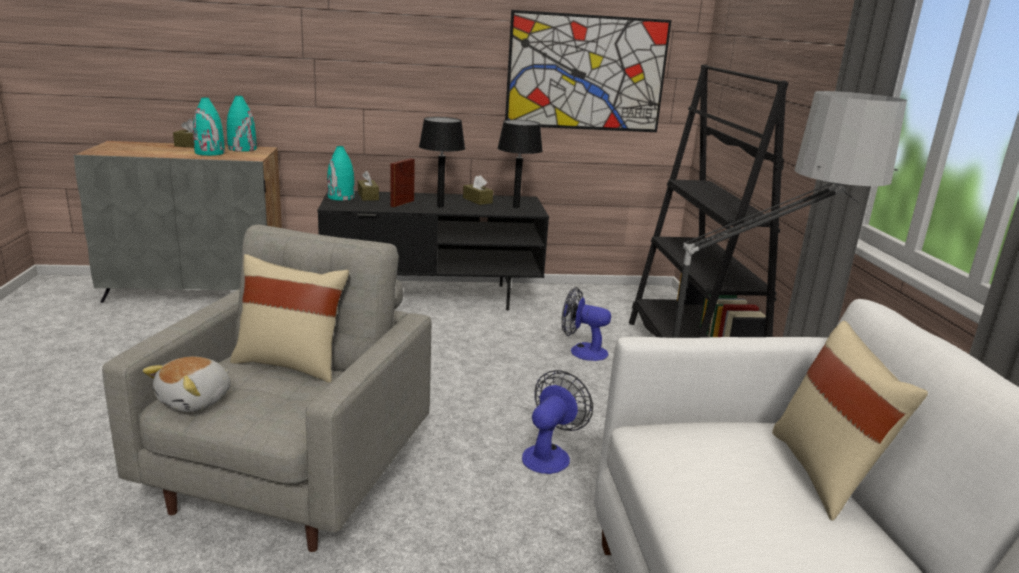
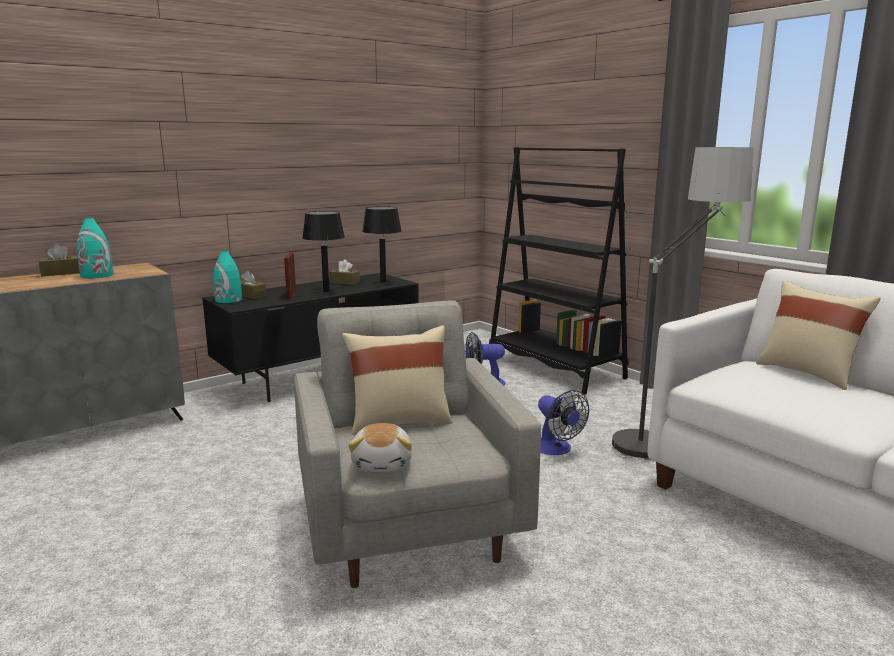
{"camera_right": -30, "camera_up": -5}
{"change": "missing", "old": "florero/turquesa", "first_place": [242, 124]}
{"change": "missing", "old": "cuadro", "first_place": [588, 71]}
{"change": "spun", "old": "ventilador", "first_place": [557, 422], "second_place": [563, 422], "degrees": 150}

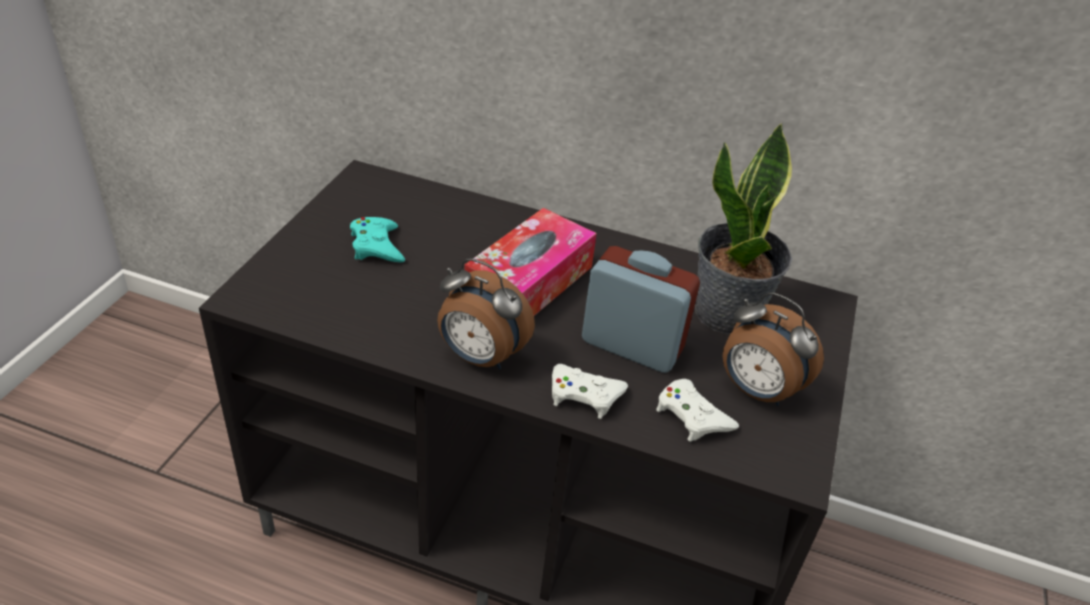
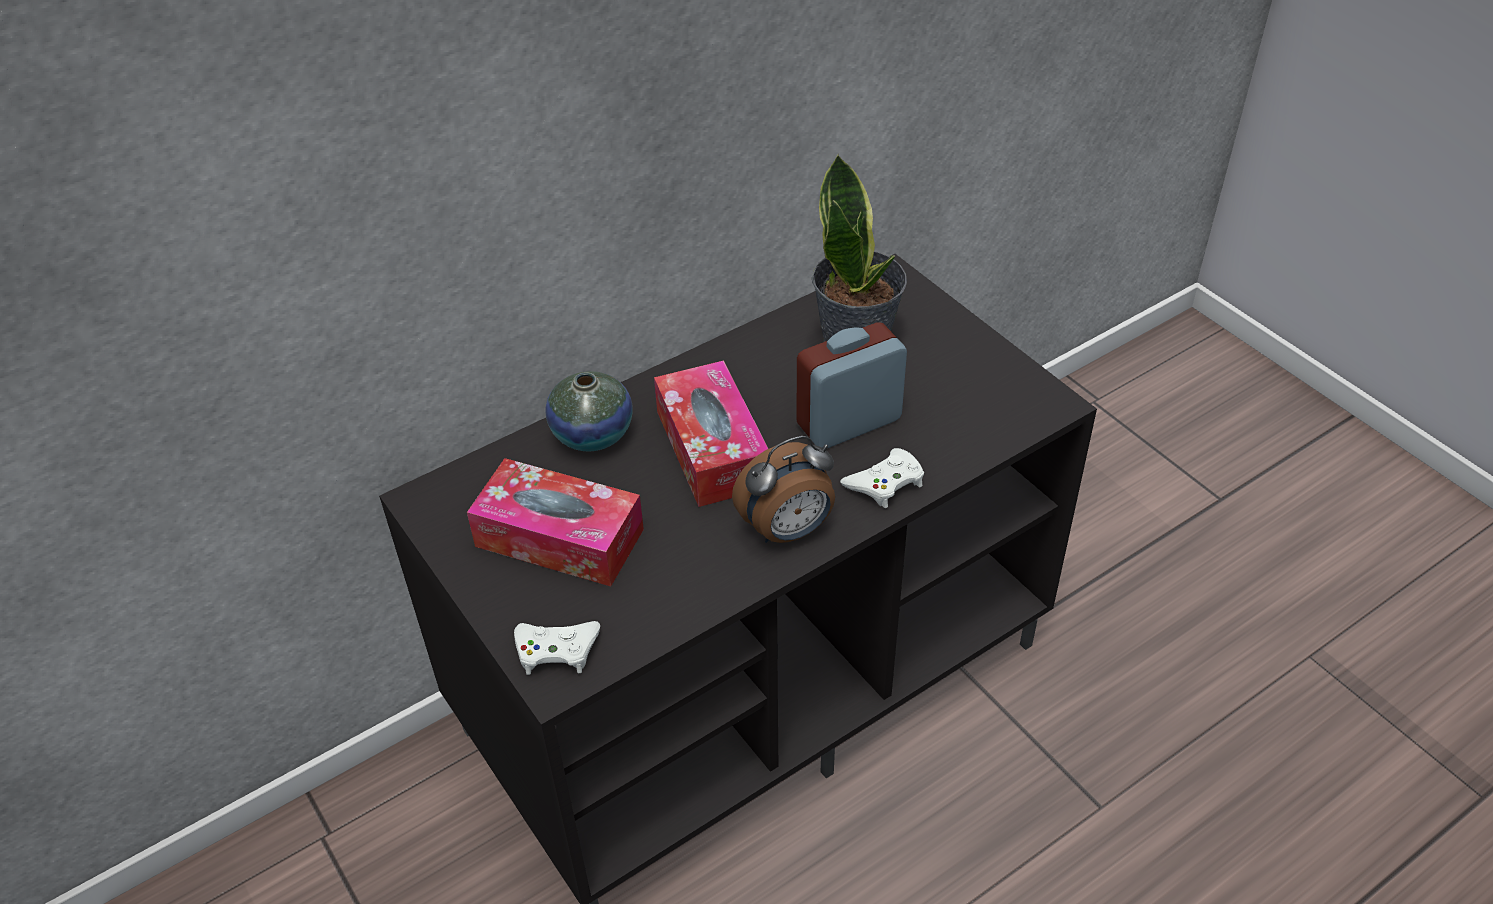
{"camera_right": -50, "camera_up": 5}
{"change": "missing", "old": "despertador", "first_place": [773, 349]}
{"change": "appeared", "new": "florero", "second_place": [589, 411]}
{"change": "relocated", "old": "mando de consola/blanco", "first_place": [697, 410], "second_place": [557, 648]}
{"change": "exchanged", "old": "mando de consola/turquesa", "new": "caja de pañuelos", "first_place": [377, 239], "second_place": [555, 522]}

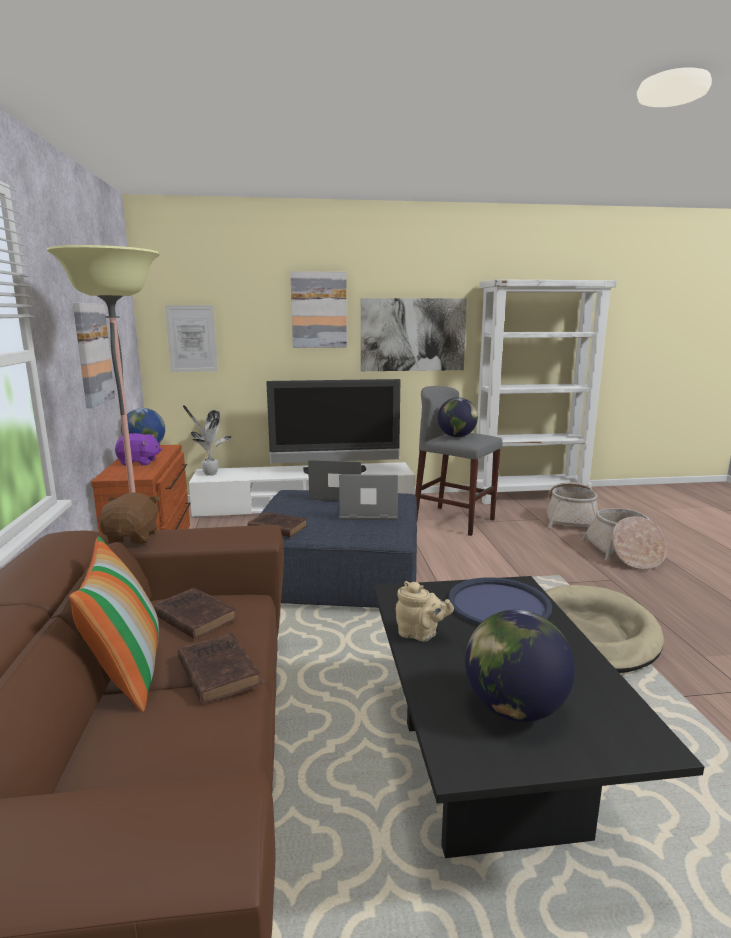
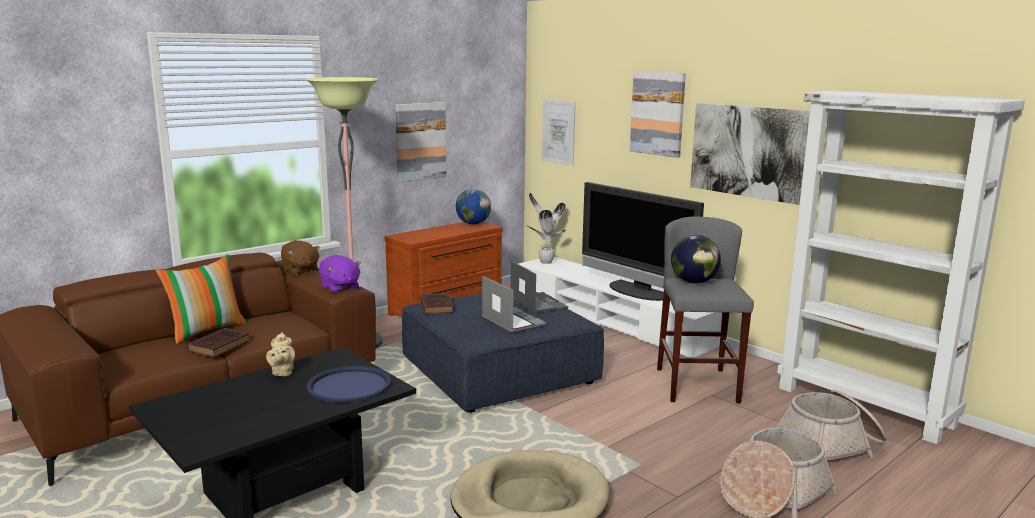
{"camera_right": 55, "camera_up": 0}
{"change": "missing", "old": "libro/marrón", "first_place": [195, 613]}
{"change": "missing", "old": "globo terráqueo", "first_place": [520, 666]}
{"change": "relocated", "old": "peluche/morado", "first_place": [138, 449], "second_place": [340, 274]}
{"change": "spun", "old": "peluche/marrón", "first_place": [130, 518], "second_place": [300, 257], "degrees": 90}

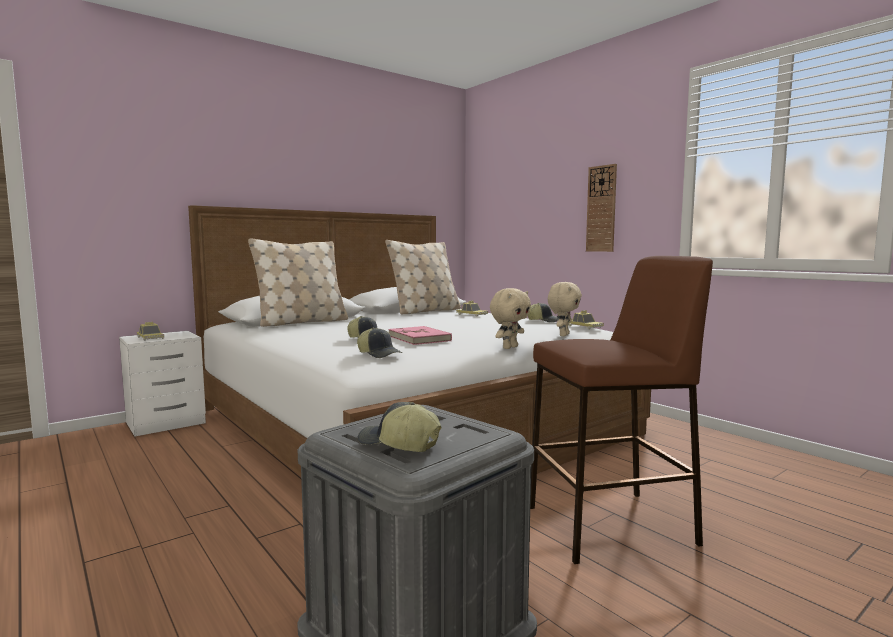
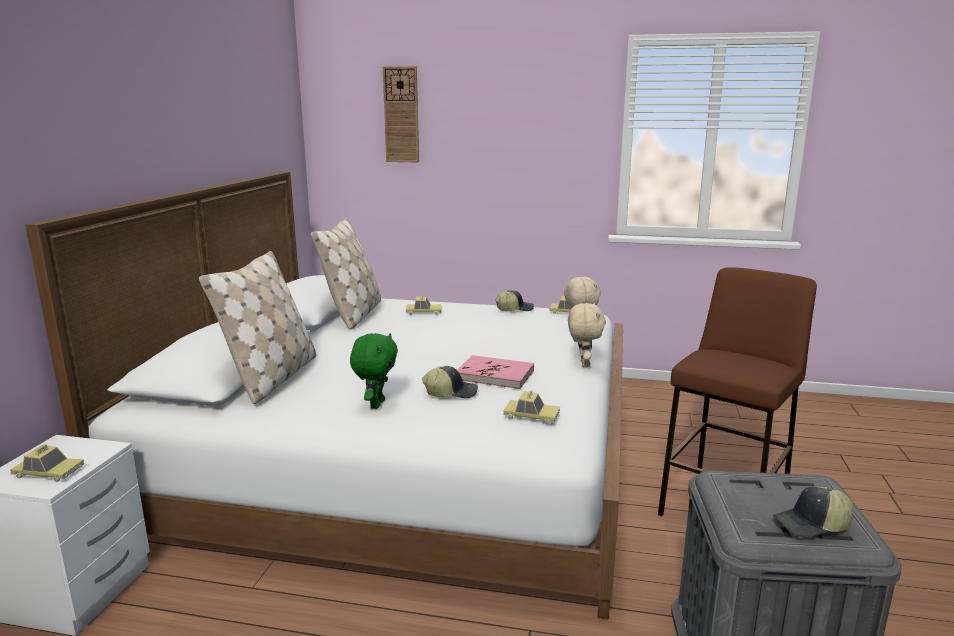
{"camera_right": -40, "camera_up": 10}
{"change": "appeared", "new": "peluche/verde", "second_place": [374, 371]}
{"change": "relocated", "old": "reloj de pared", "first_place": [601, 208], "second_place": [401, 114]}
{"change": "exchanged", "old": "gorra", "new": "coche de juguete", "first_place": [379, 343], "second_place": [531, 407]}

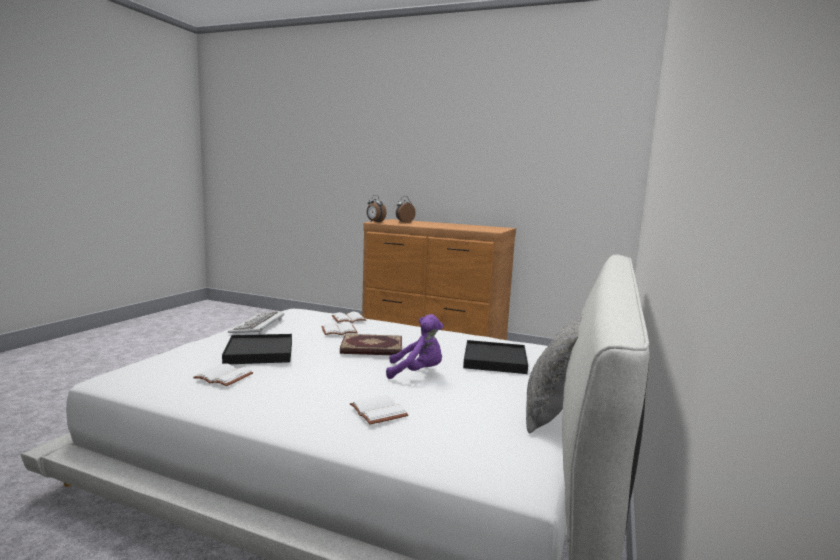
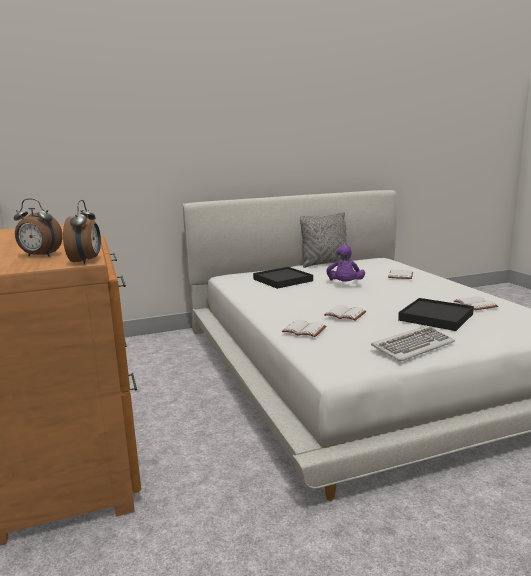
{"camera_right": -130, "camera_up": 5}
{"change": "missing", "old": "libro", "first_place": [371, 344]}
{"change": "spun", "old": "peluche/morado", "first_place": [415, 346], "second_place": [346, 263], "degrees": -135}

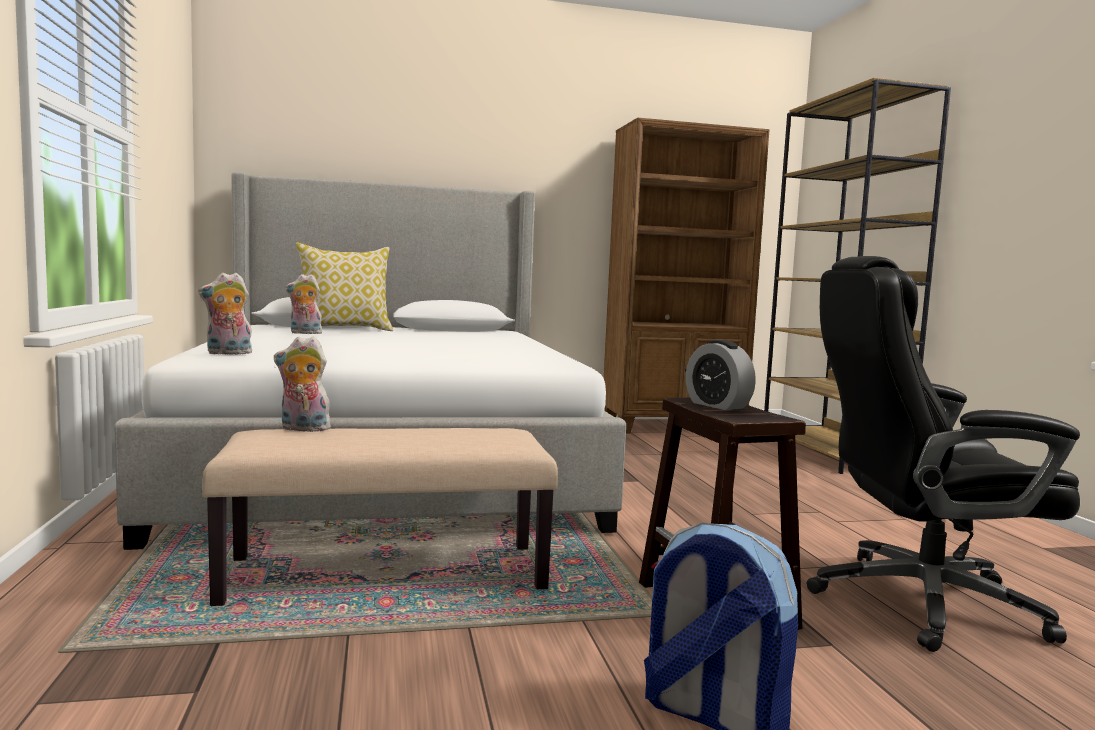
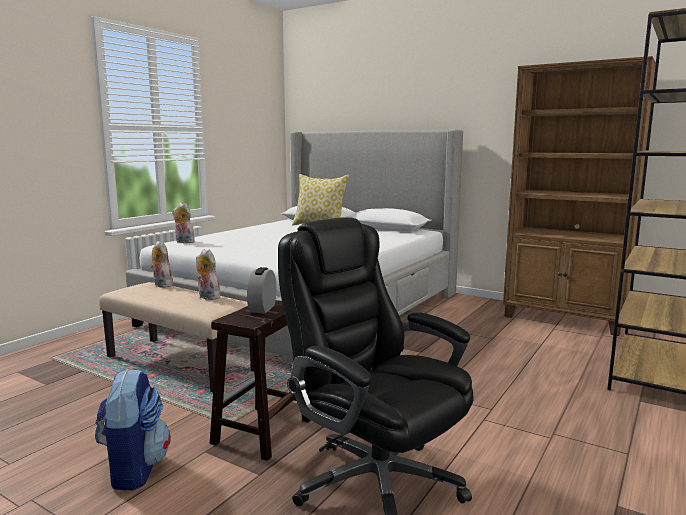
{"camera_right": 45, "camera_up": 5}
{"change": "relocated", "old": "peluche", "first_place": [303, 304], "second_place": [208, 274]}

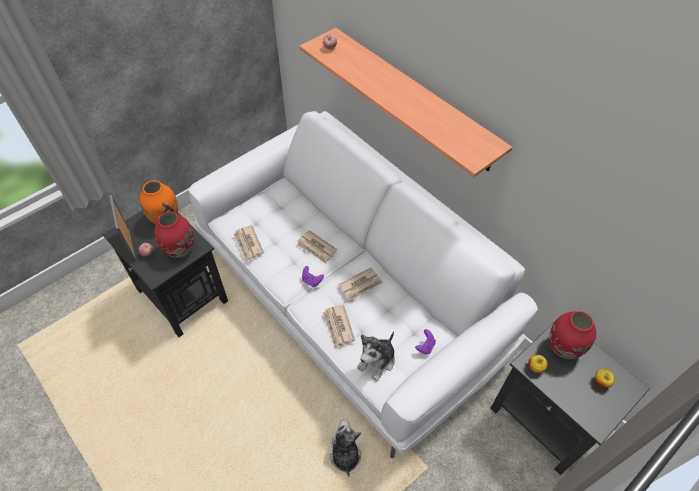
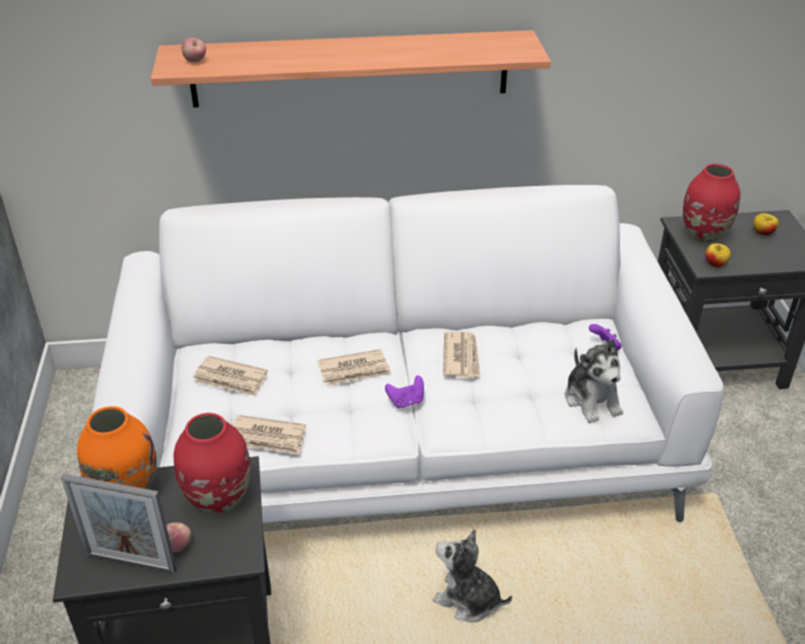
{"camera_right": -55, "camera_up": -15}
{"change": "relocated", "old": "periódico", "first_place": [338, 326], "second_place": [230, 376]}
{"change": "relocated", "old": "peluche", "first_place": [345, 448], "second_place": [472, 575]}

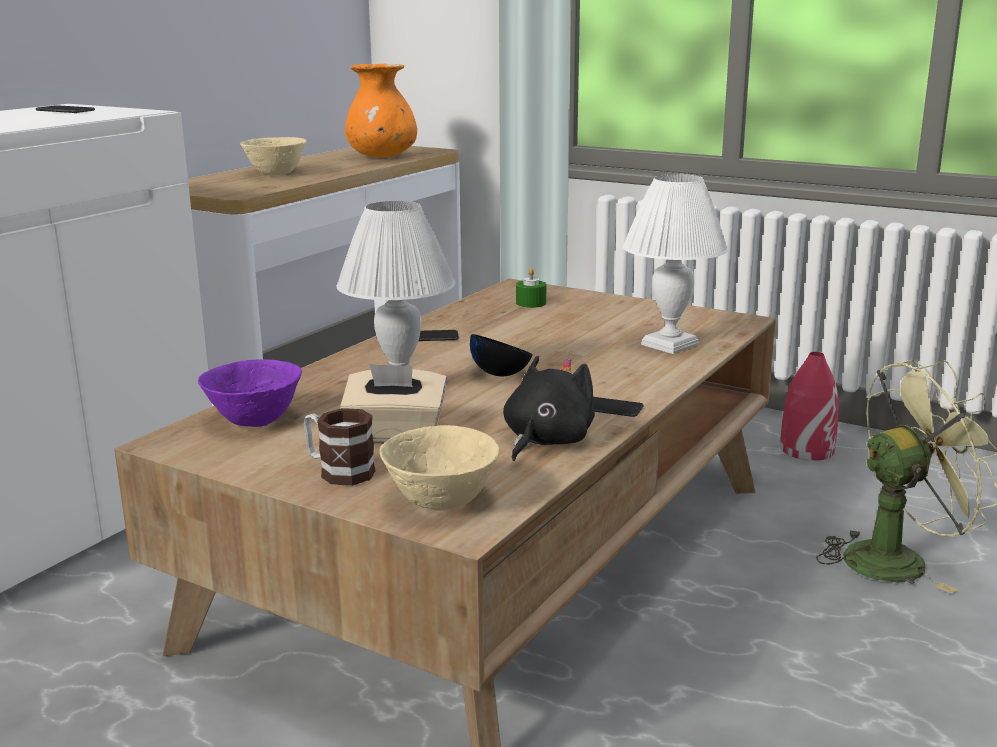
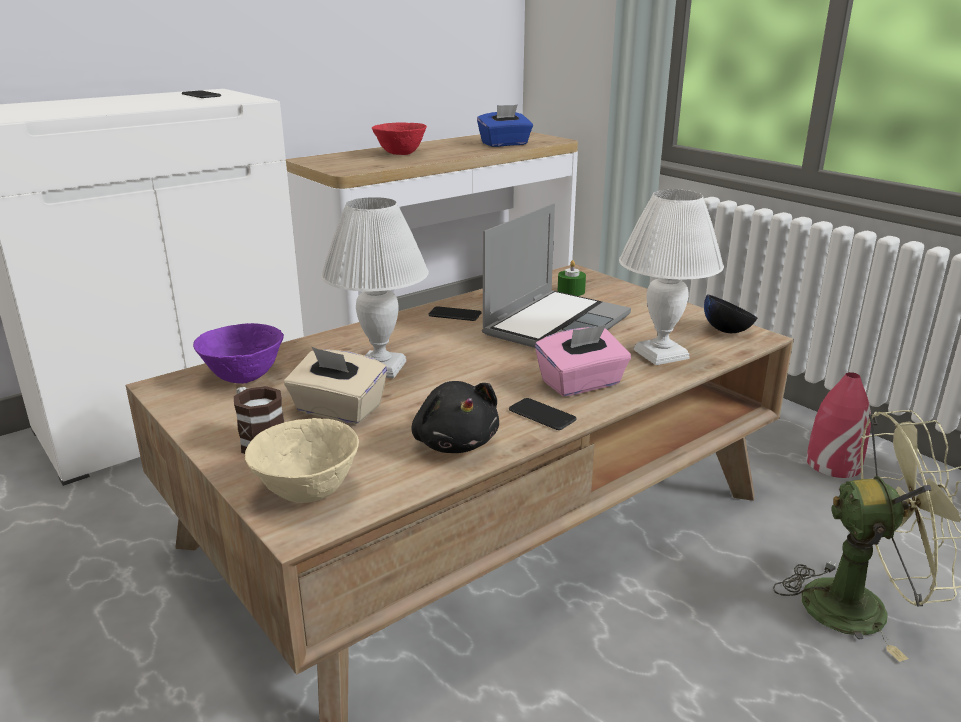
{"camera_right": 20, "camera_up": 5}
{"change": "appeared", "new": "portátil", "second_place": [556, 275]}
{"change": "appeared", "new": "caja de pañuelos/rosa", "second_place": [583, 361]}
{"change": "relocated", "old": "cuenco/negro", "first_place": [501, 355], "second_place": [730, 313]}
{"change": "exchanged", "old": "florero/naranja", "new": "caja de pañuelos/azul", "first_place": [381, 111], "second_place": [505, 125]}
{"change": "colour", "old": "cuenco/beis", "new": "cuenco/rojo", "first_place": [273, 156], "second_place": [399, 138]}
{"change": "spun", "old": "peluche/negro", "first_place": [549, 408], "second_place": [455, 417], "degrees": 105}

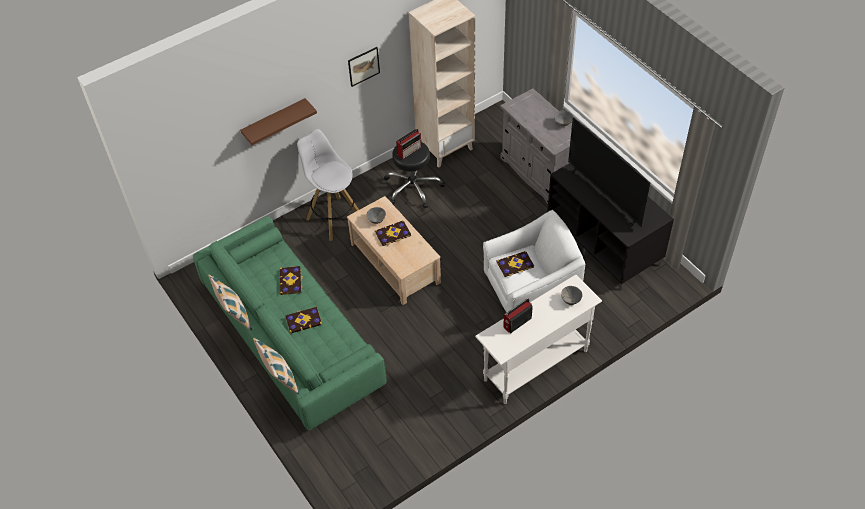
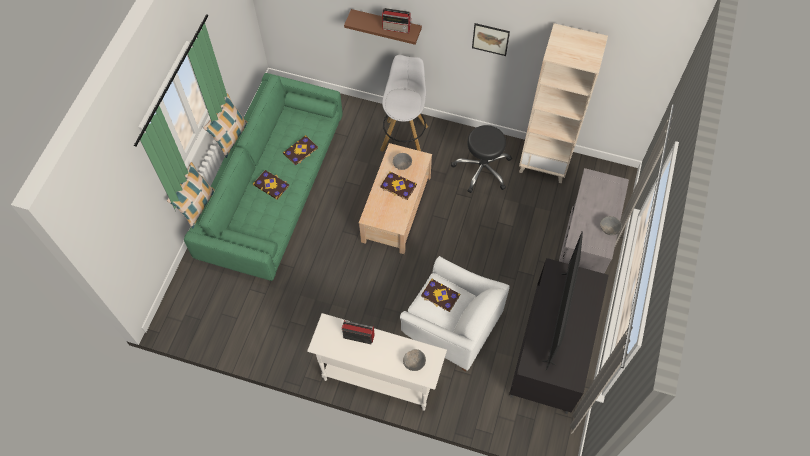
{"camera_right": 50, "camera_up": 10}
{"change": "relocated", "old": "radio", "first_place": [409, 144], "second_place": [397, 20]}

